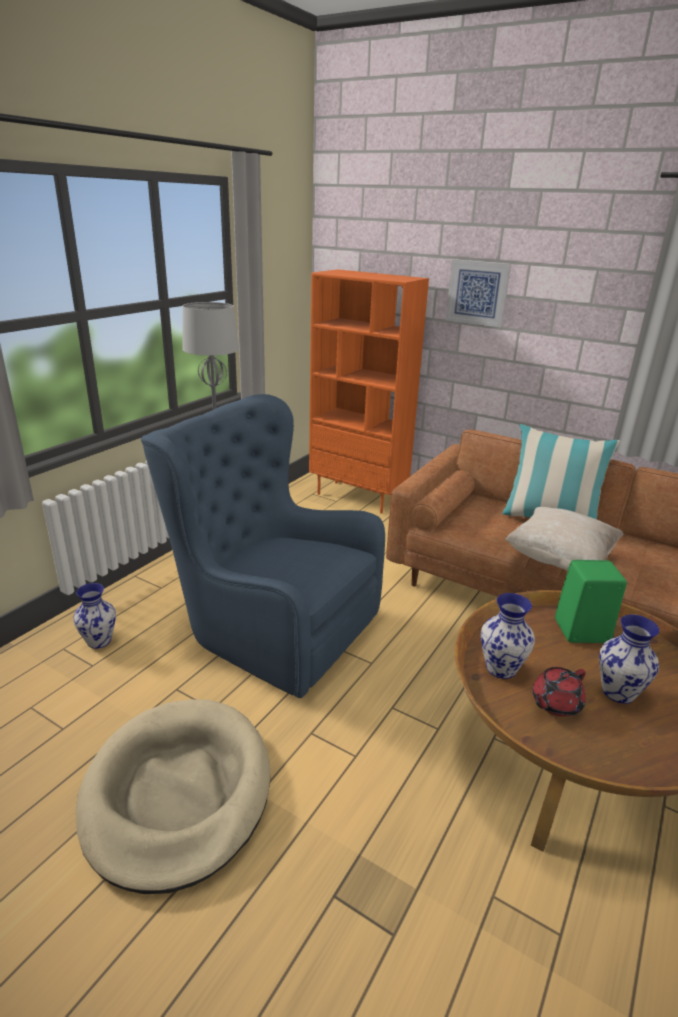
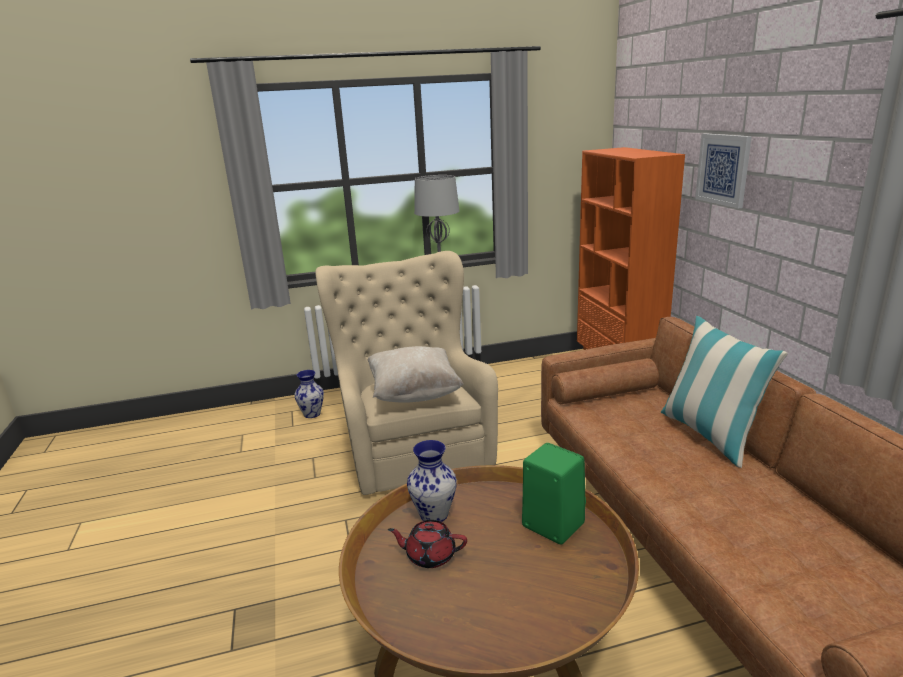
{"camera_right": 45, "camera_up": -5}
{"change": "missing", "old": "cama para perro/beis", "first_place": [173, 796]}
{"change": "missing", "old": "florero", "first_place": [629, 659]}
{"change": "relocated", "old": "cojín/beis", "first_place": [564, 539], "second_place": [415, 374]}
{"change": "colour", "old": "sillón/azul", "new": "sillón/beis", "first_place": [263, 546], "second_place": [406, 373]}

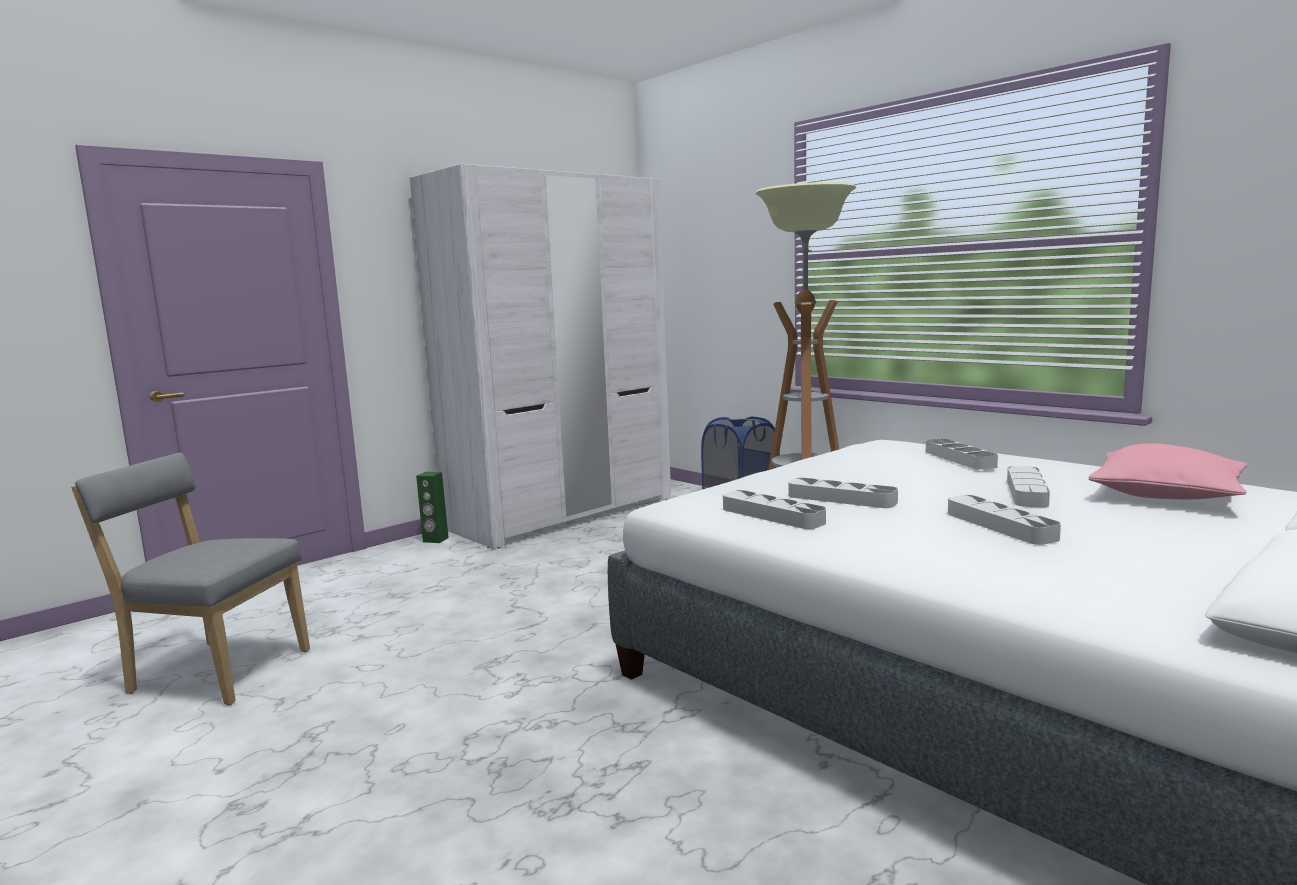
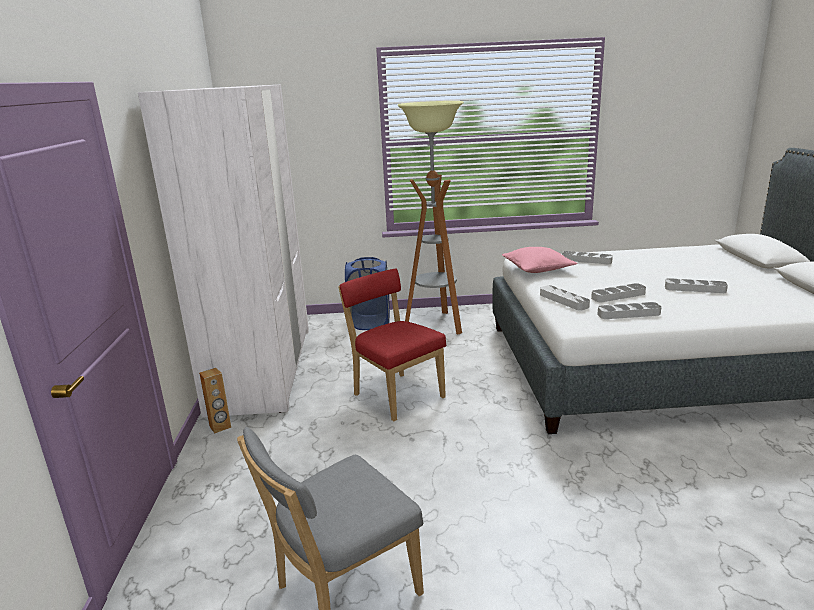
{"camera_right": -50, "camera_up": 10}
{"change": "appeared", "new": "silla/rojo", "second_place": [392, 345]}
{"change": "relocated", "old": "bandeja/gris", "first_place": [1028, 487], "second_place": [565, 297]}
{"change": "relocated", "old": "cojín/rosa", "first_place": [1168, 471], "second_place": [539, 260]}
{"change": "colour", "old": "altavoz/verde", "new": "altavoz/marrón", "first_place": [432, 507], "second_place": [215, 400]}

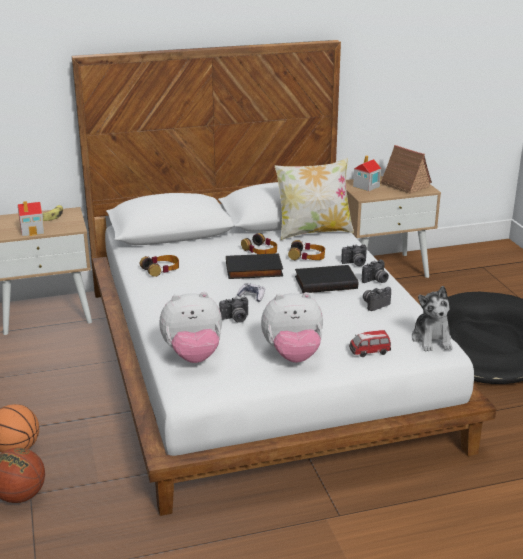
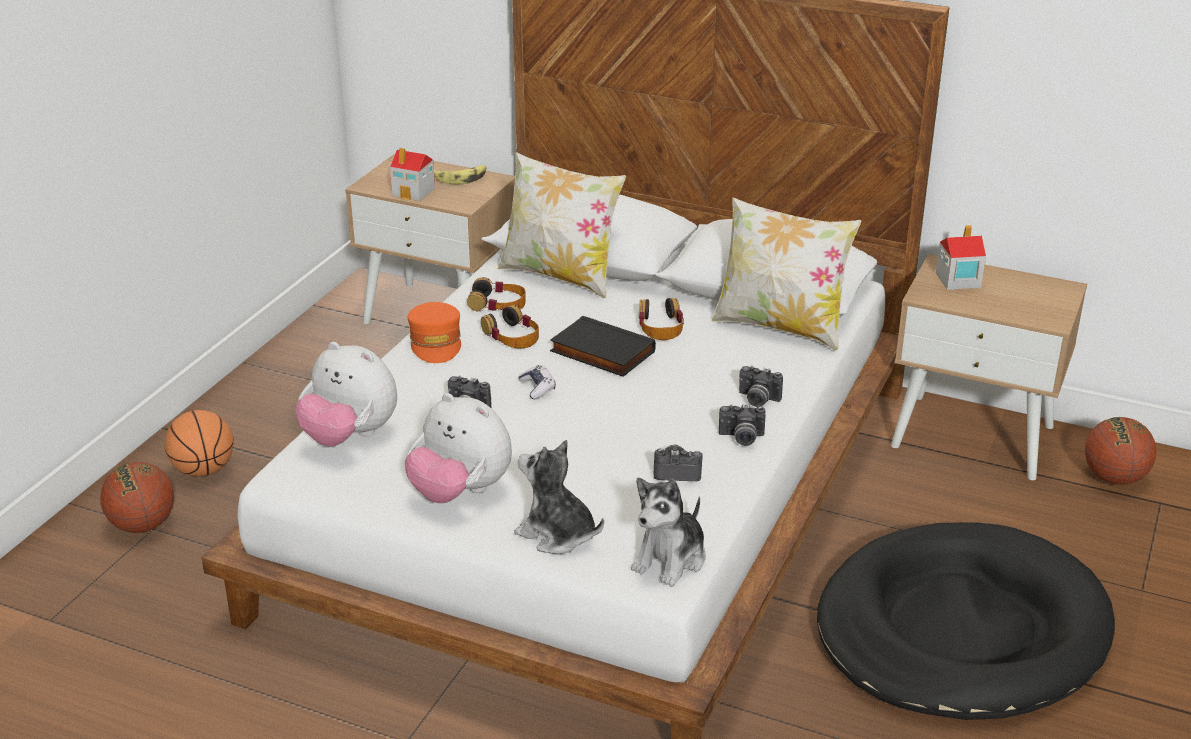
{"camera_right": 40, "camera_up": 5}
{"change": "missing", "old": "libro/negro", "first_place": [326, 279]}
{"change": "missing", "old": "casita", "first_place": [406, 169]}
{"change": "appeared", "new": "gorra/naranja", "second_place": [434, 332]}
{"change": "appeared", "new": "cojín", "second_place": [561, 225]}
{"change": "appeared", "new": "balón de baloncesto", "second_place": [1121, 451]}
{"change": "relocated", "old": "auriculares", "first_place": [306, 250], "second_place": [510, 327]}
{"change": "exchanged", "old": "coche de juguete", "new": "peluche", "first_place": [370, 343], "second_place": [559, 497]}

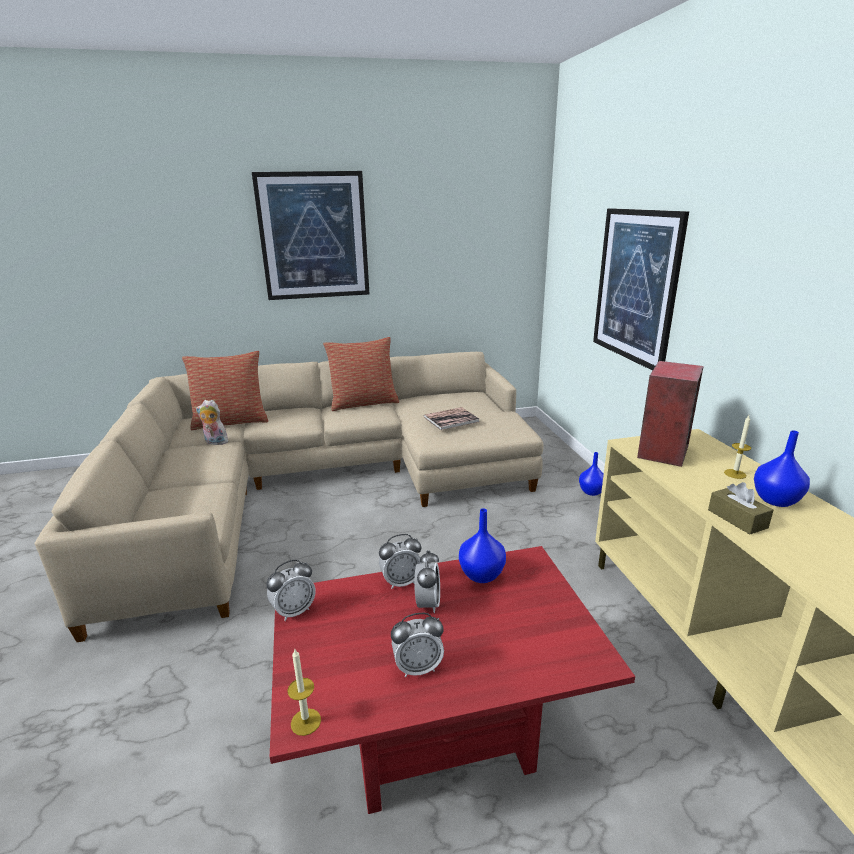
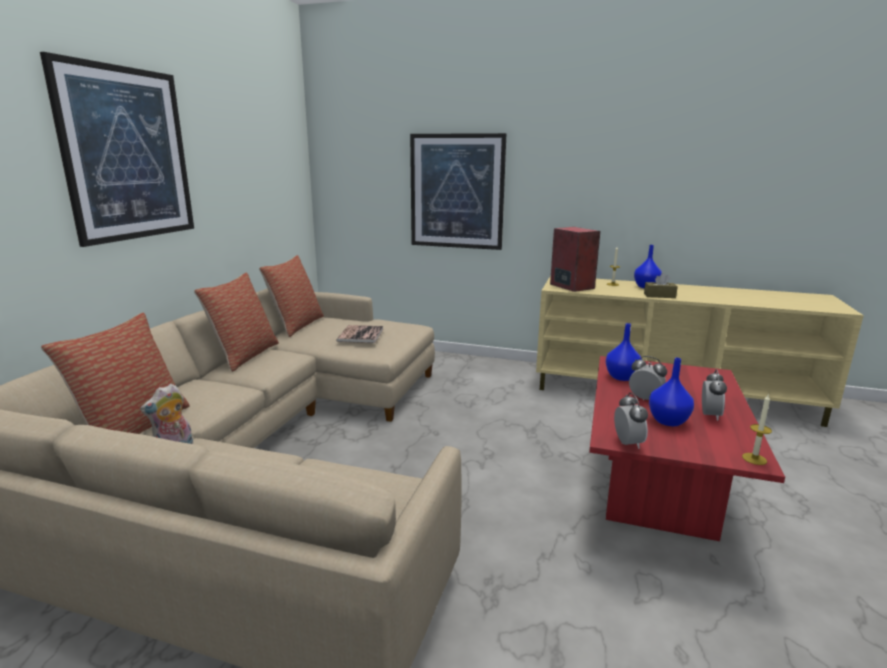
{"camera_right": -60, "camera_up": -5}
{"change": "missing", "old": "despertador", "first_place": [400, 561]}
{"change": "appeared", "new": "cojín", "second_place": [291, 296]}
{"change": "relocated", "old": "florero/azul", "first_place": [591, 474], "second_place": [671, 392]}

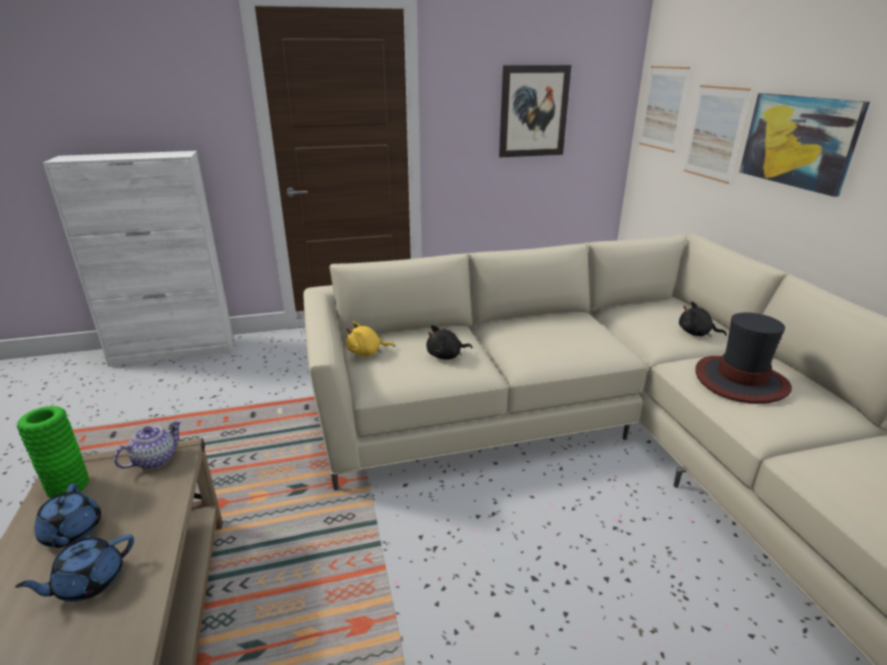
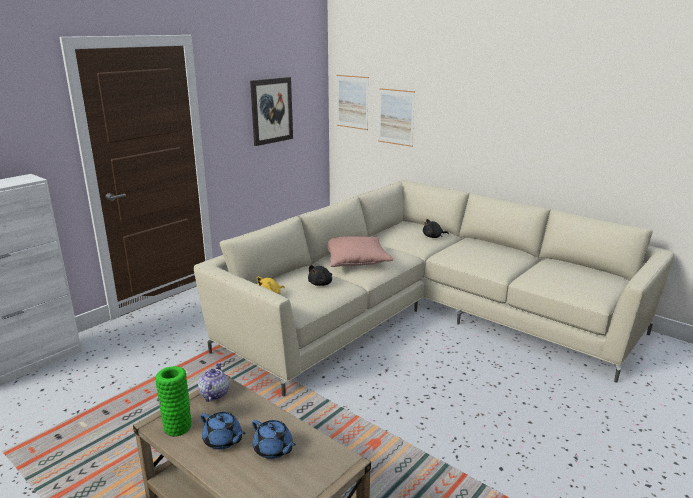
{"camera_right": -35, "camera_up": -5}
{"change": "missing", "old": "sombrero", "first_place": [743, 358]}
{"change": "missing", "old": "cuadro", "first_place": [804, 145]}
{"change": "appeared", "new": "cojín/rosa", "second_place": [360, 251]}
{"change": "spun", "old": "tetera/azul", "first_place": [74, 568], "second_place": [274, 439], "degrees": -60}

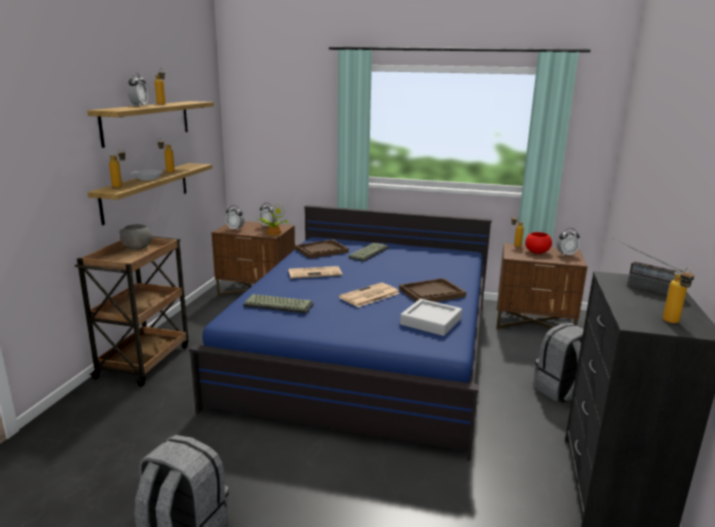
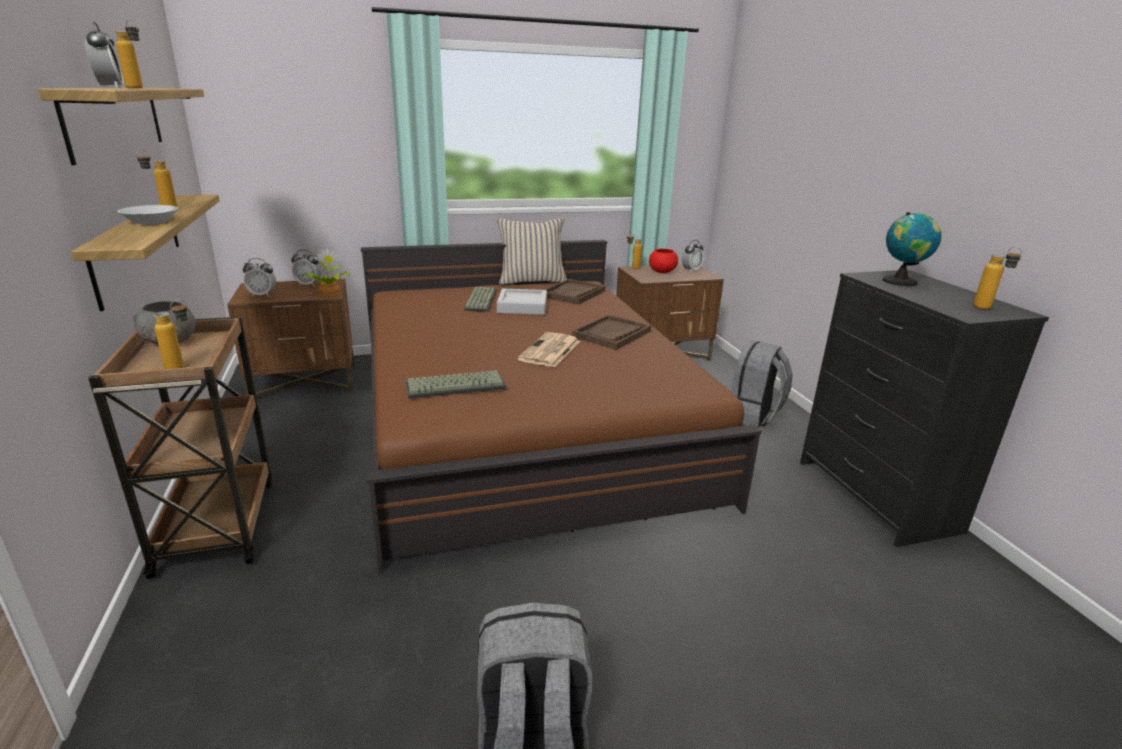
{"camera_right": -30, "camera_up": 5}
{"change": "missing", "old": "periódico", "first_place": [315, 272]}
{"change": "appeared", "new": "cojín/beis", "second_place": [532, 251]}
{"change": "relocated", "old": "botella", "first_place": [117, 168], "second_place": [171, 334]}
{"change": "relocated", "old": "bandeja/marrón", "first_place": [322, 249], "second_place": [574, 292]}
{"change": "relocated", "old": "bandeja/gris", "first_place": [431, 317], "second_place": [522, 302]}
{"change": "exchanged", "old": "radio", "new": "globo terráqueo", "first_place": [648, 267], "second_place": [912, 249]}
{"change": "colour", "old": "cama/azul", "new": "cama/marrón", "first_place": [340, 332], "second_place": [561, 406]}

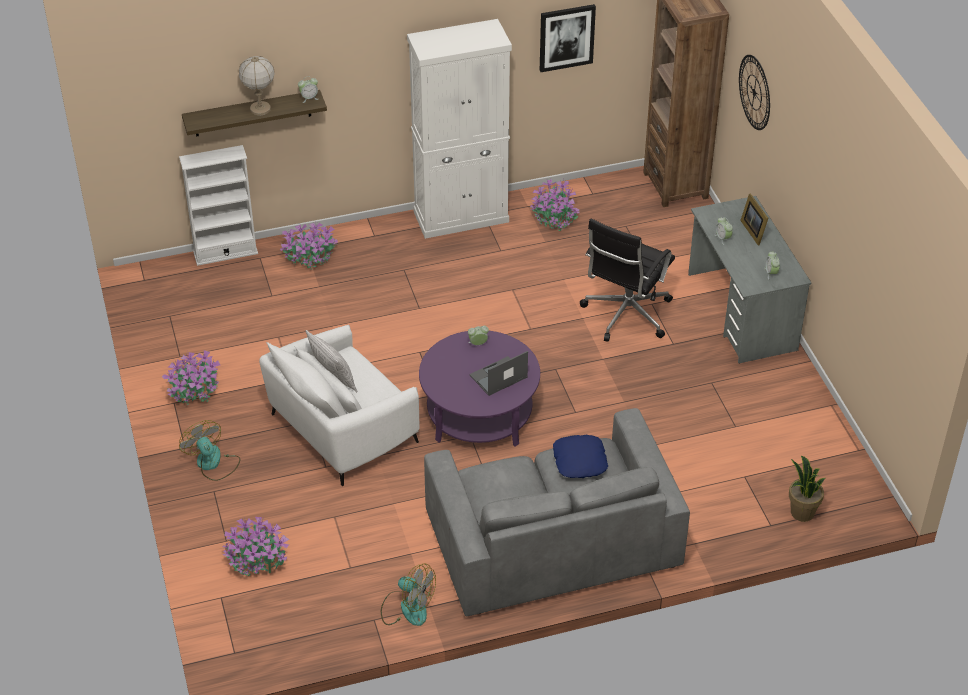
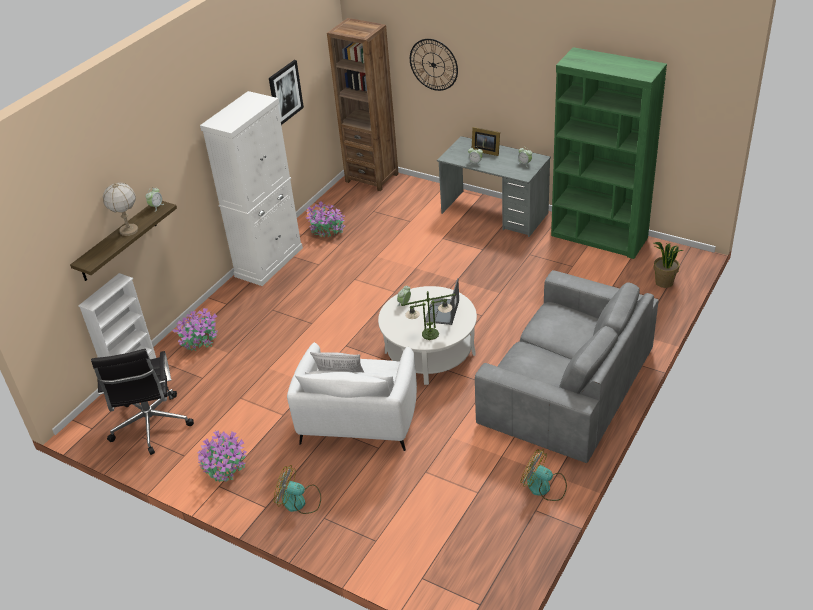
{"camera_right": -40, "camera_up": -5}
{"change": "missing", "old": "planta en maceta", "first_place": [256, 546]}
{"change": "missing", "old": "cojín/azul", "first_place": [580, 456]}
{"change": "appeared", "new": "lámpara de mesa", "second_place": [428, 315]}
{"change": "appeared", "new": "estantería/verde", "second_place": [609, 153]}
{"change": "relocated", "old": "silla de oficina/negro", "first_place": [627, 280], "second_place": [142, 402]}
{"change": "colour", "old": "mesa de centro/morado", "new": "mesa de centro/blanco", "first_place": [479, 388], "second_place": [427, 335]}
{"change": "spun", "old": "ventilador", "first_place": [408, 594], "second_place": [543, 475], "degrees": -135}

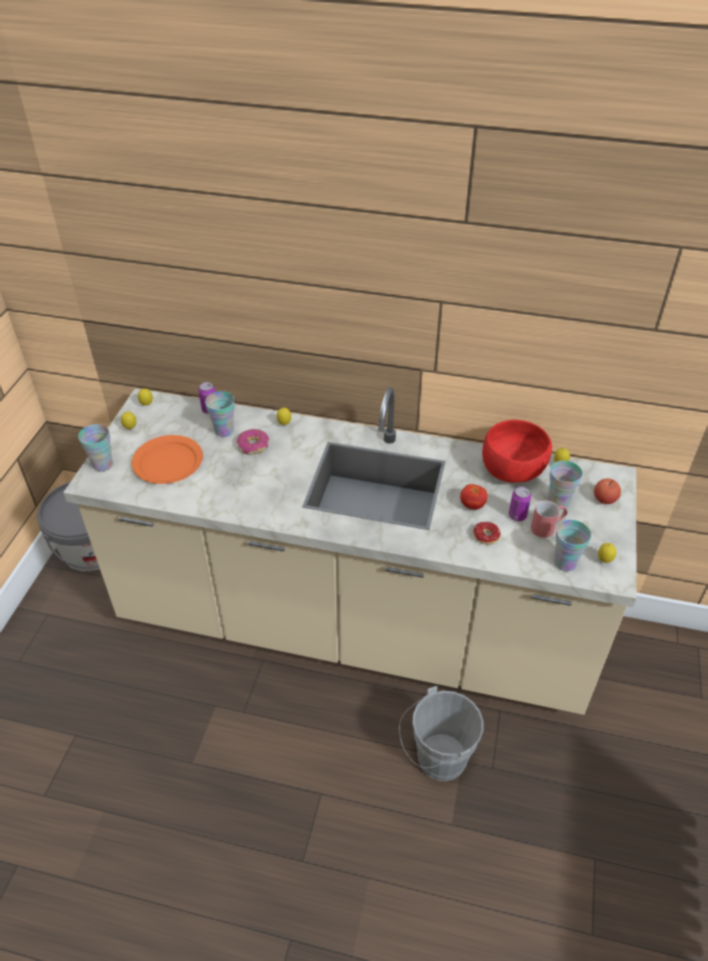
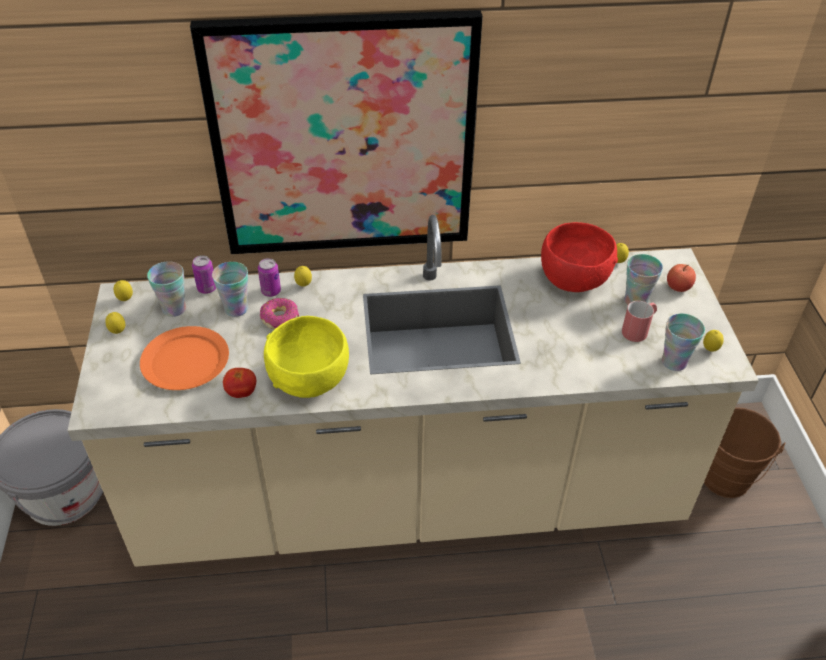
{"camera_right": -20, "camera_up": 0}
{"change": "missing", "old": "cubo/gris", "first_place": [441, 733]}
{"change": "missing", "old": "rosquilla", "first_place": [487, 533]}
{"change": "appeared", "new": "cuadro", "second_place": [336, 132]}
{"change": "appeared", "new": "cuenco/amarillo", "second_place": [306, 357]}
{"change": "appeared", "new": "cubo/marrón", "second_place": [744, 452]}
{"change": "relocated", "old": "taza", "first_place": [95, 448], "second_place": [166, 289]}
{"change": "relocated", "old": "tomate", "first_place": [474, 496], "second_place": [239, 383]}
{"change": "relocated", "old": "lata", "first_place": [520, 503], "second_place": [269, 277]}

